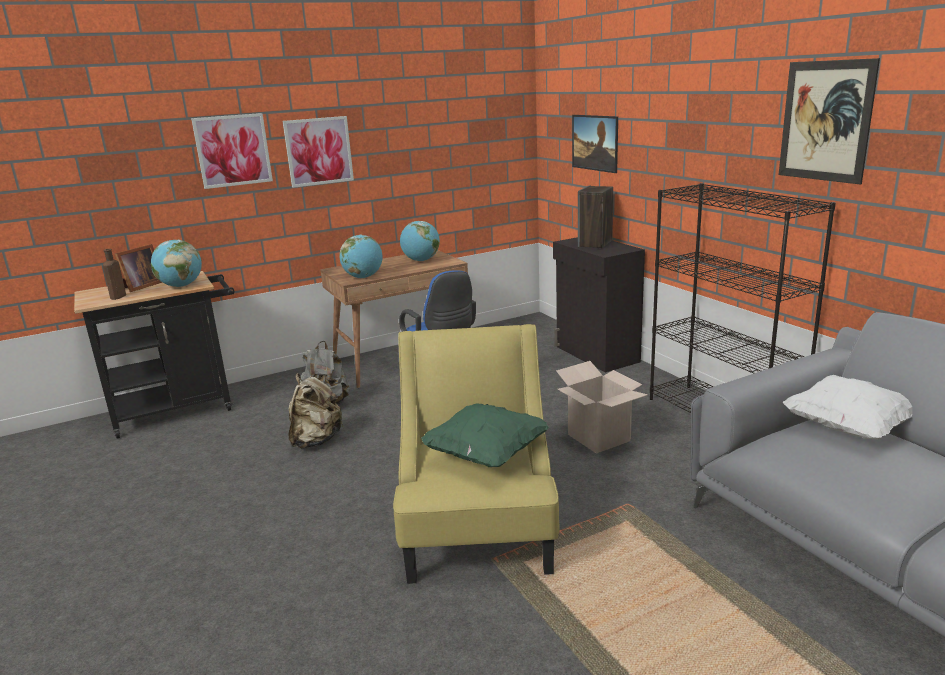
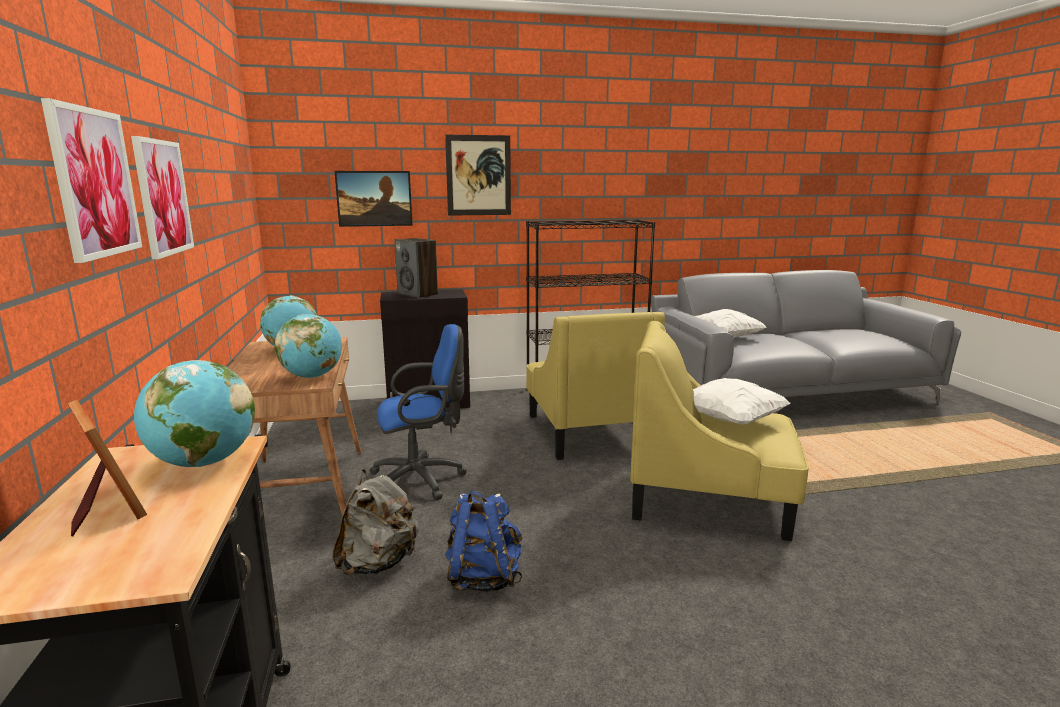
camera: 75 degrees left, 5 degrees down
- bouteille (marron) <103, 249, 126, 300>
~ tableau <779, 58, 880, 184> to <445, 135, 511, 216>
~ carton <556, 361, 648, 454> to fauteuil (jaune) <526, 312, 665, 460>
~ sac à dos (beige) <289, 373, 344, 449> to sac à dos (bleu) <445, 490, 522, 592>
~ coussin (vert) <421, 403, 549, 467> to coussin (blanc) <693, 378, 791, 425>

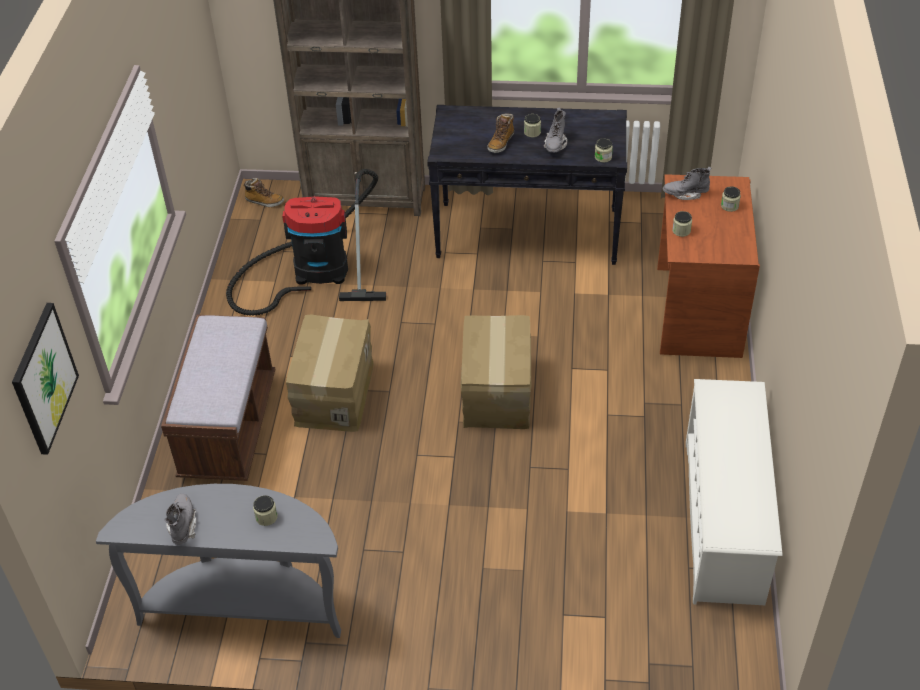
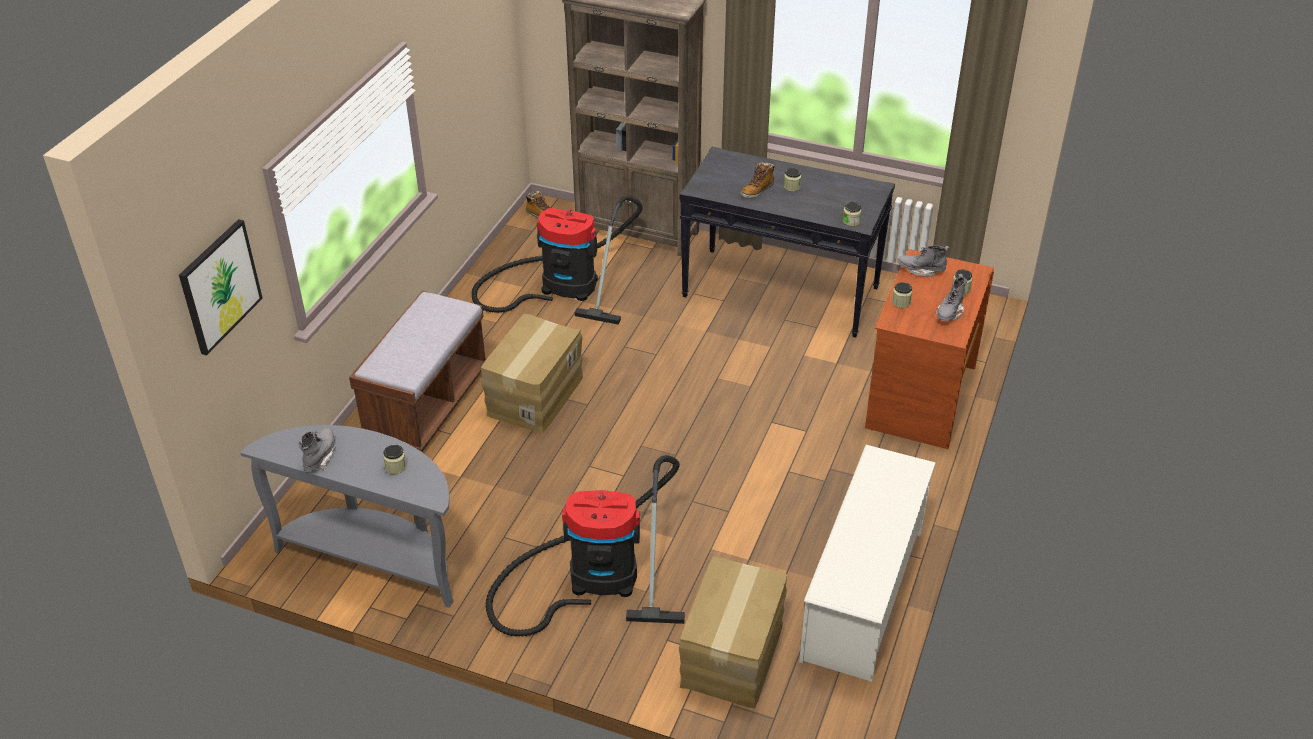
camera: 15 degrees right, 5 degrees down
+ aspirateur <485, 455, 685, 637>
~ carton <461, 315, 531, 429> to <679, 557, 787, 708>
~ botte (gris) <543, 108, 567, 152> to <935, 274, 967, 321>

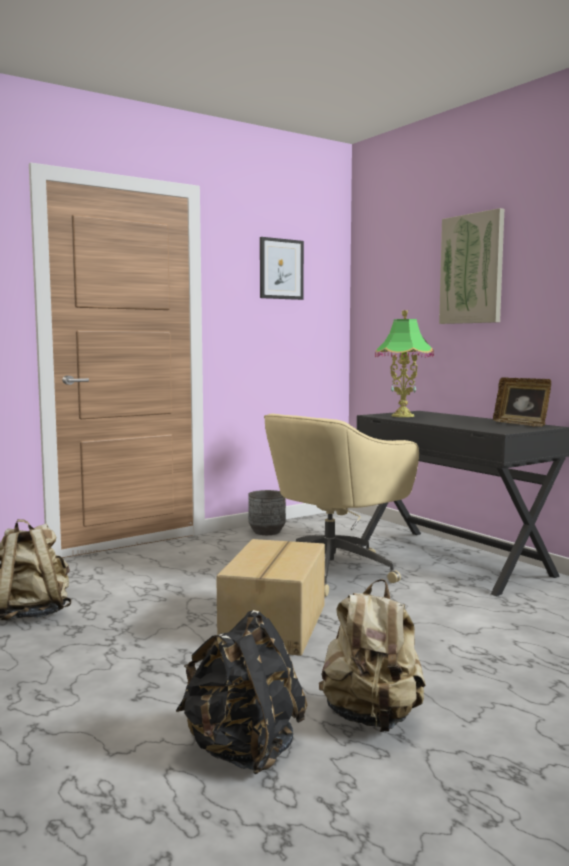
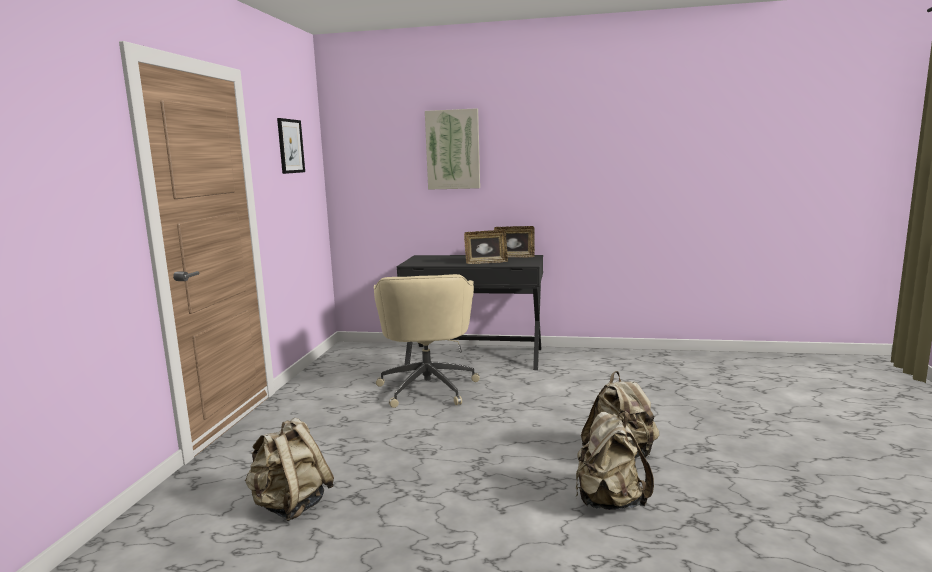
camera: 45 degrees left, 5 degrees up
- carton <216, 539, 325, 656>
- cache-pot (gris) <248, 490, 286, 535>
- lampe de table <375, 310, 434, 417>
+ cadre photo <464, 230, 508, 264>
~ sac à dos (noir) <176, 610, 307, 775> to sac à dos (beige) <576, 411, 654, 510>

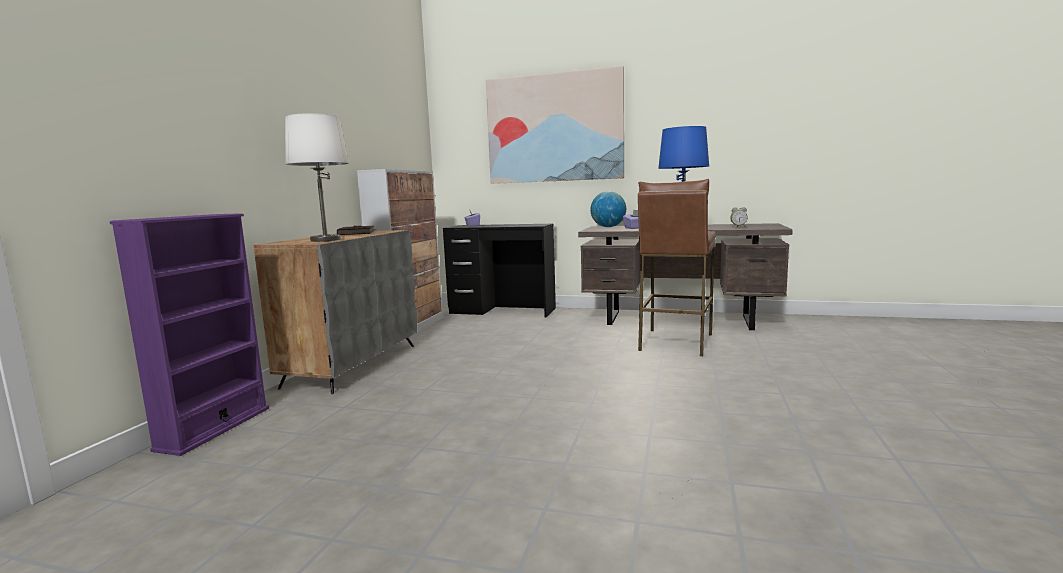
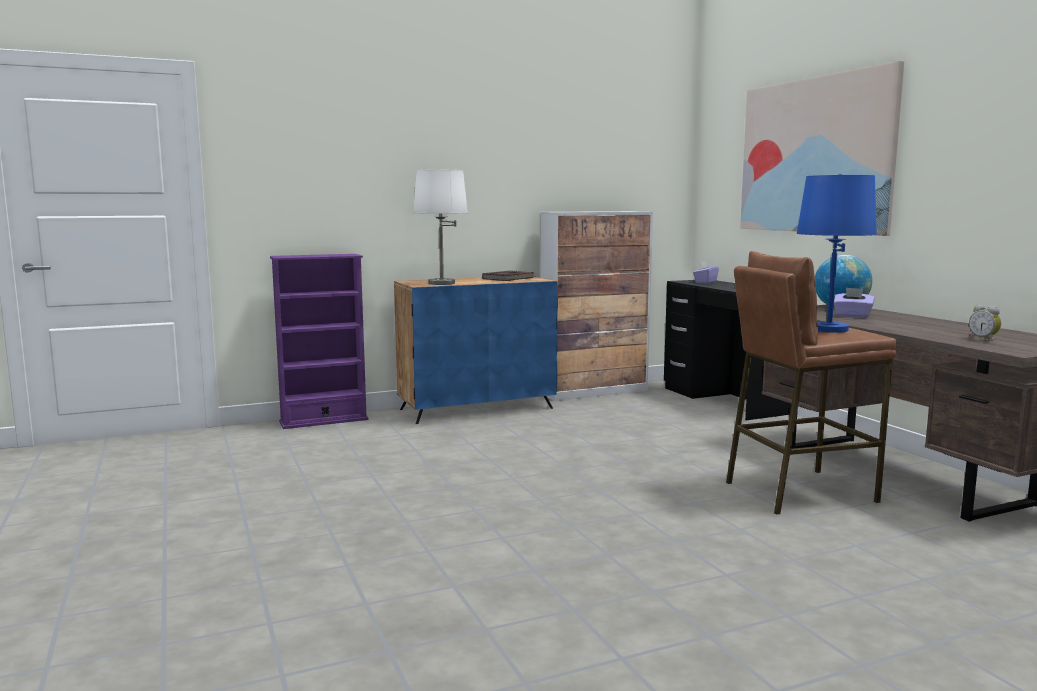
camera: 50 degrees right, 0 degrees up
~ meuble de rangement (gris) <254, 230, 417, 394> to meuble de rangement (bleu) <394, 277, 558, 424>

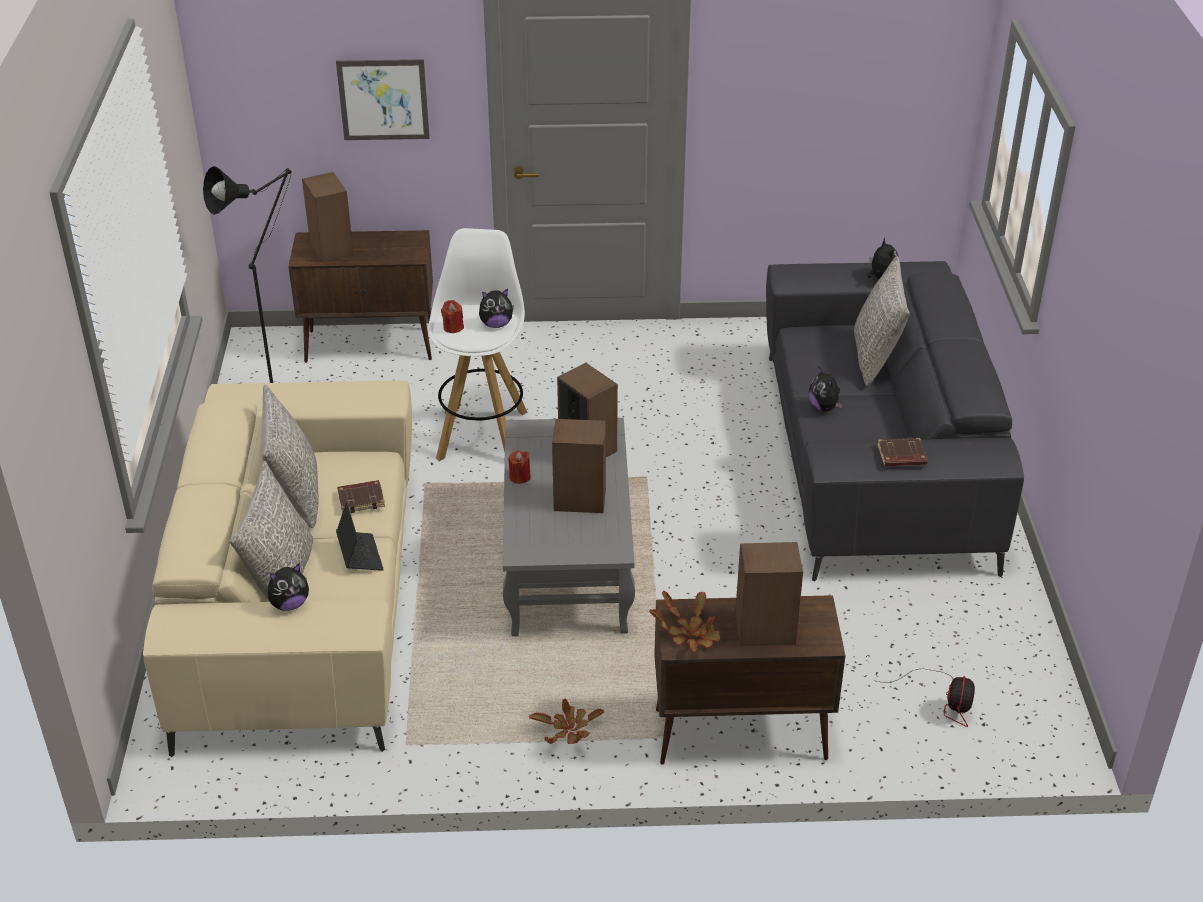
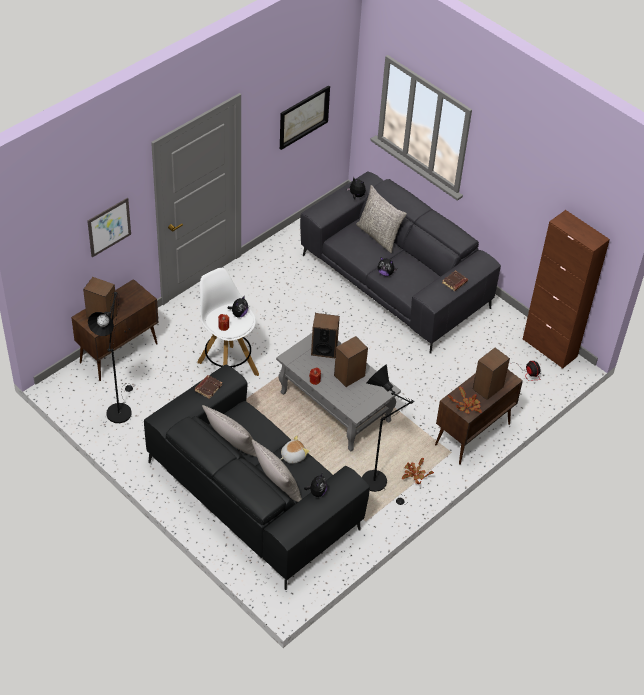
camera: 45 degrees left, 10 degrees up
+ tableau <280, 85, 330, 150>
+ lampadaire (noir) <362, 365, 414, 505>
+ meuble de rangement (marron) <522, 210, 610, 369>
~ livre (marron) <337, 480, 385, 513> to <195, 375, 222, 399>
~ ordinateur portable <336, 502, 384, 571> to peluche <280, 436, 309, 464>
~ canapé (beige) <143, 380, 412, 757> to canapé (noir) <144, 364, 370, 590>

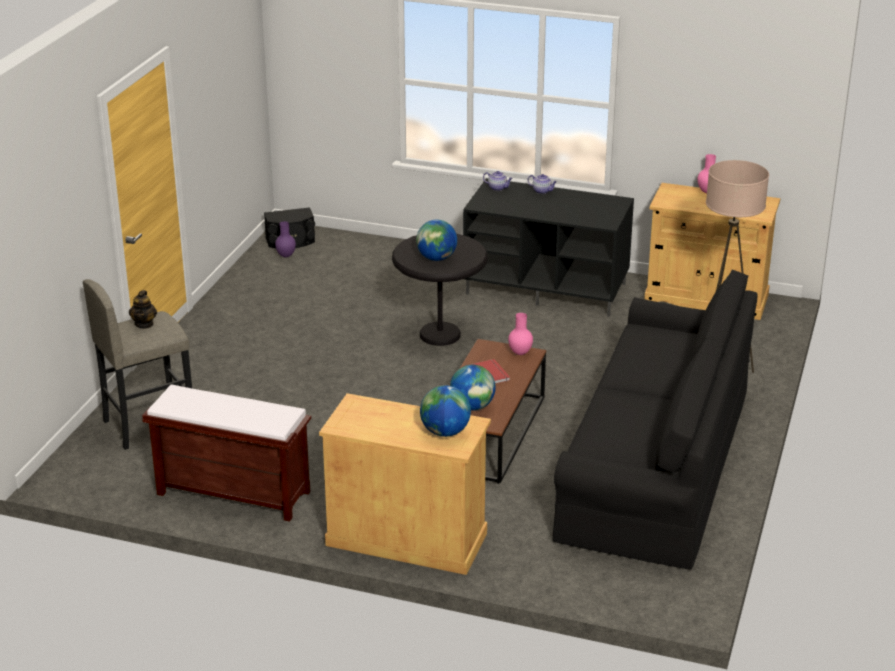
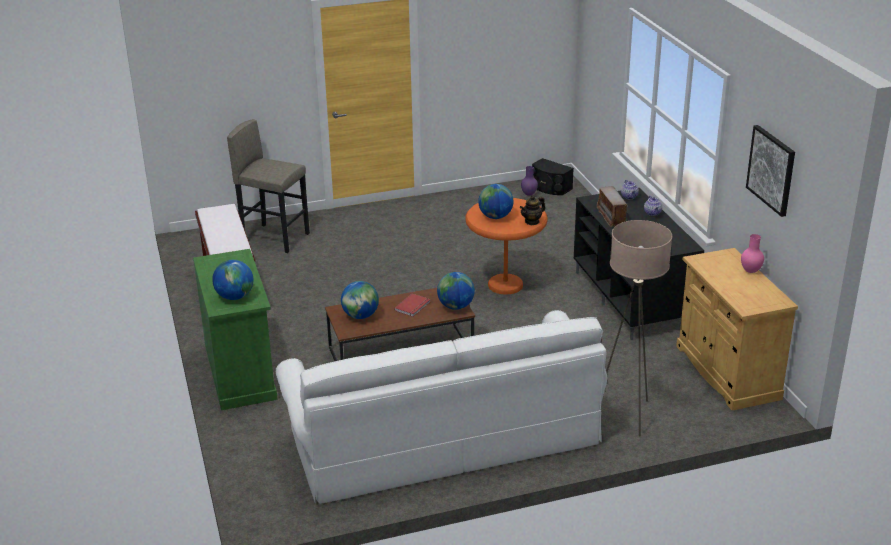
camera: 55 degrees right, 0 degrees up
+ radio <596, 186, 628, 227>
+ tableau <746, 125, 795, 217>
~ théière <129, 290, 157, 329> to <520, 195, 545, 225>
~ vase (rose) <508, 313, 533, 355> to globe <437, 272, 475, 310>
~ meuble de rangement (beige) <319, 393, 491, 575> to meuble de rangement (vert) <193, 249, 278, 410>
~ table d'appoint (noir) <392, 234, 488, 346> to table d'appoint (orange) <465, 198, 548, 295>
~ canapé (noir) <553, 269, 758, 570> to canapé (blanc) <276, 310, 607, 504>

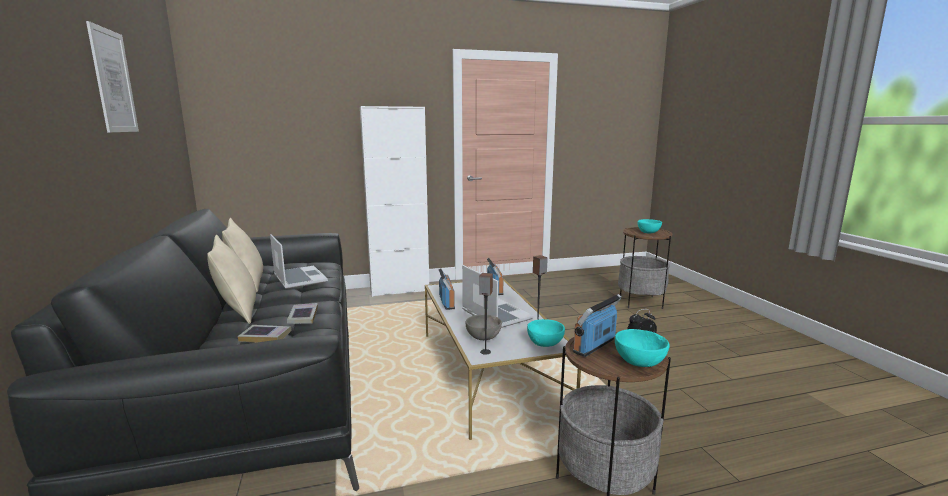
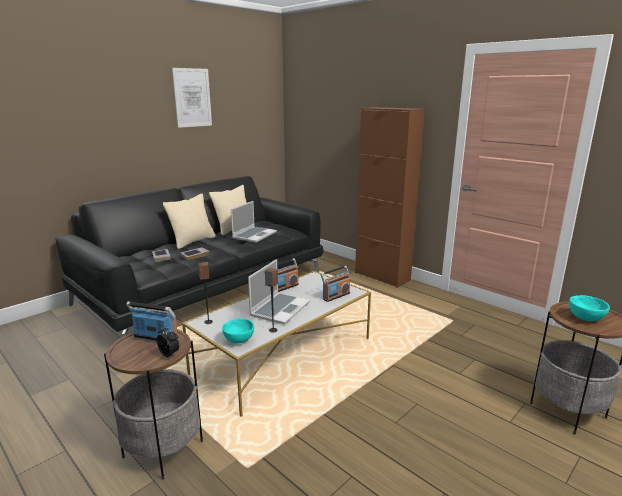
camera: 60 degrees right, 5 degrees up
- bol (gris) <466, 315, 502, 340>
- bol (turquoise) <615, 329, 670, 367>
~ meuble de rangement (blanc) <360, 106, 429, 297> to meuble de rangement (marron) <355, 107, 425, 288>

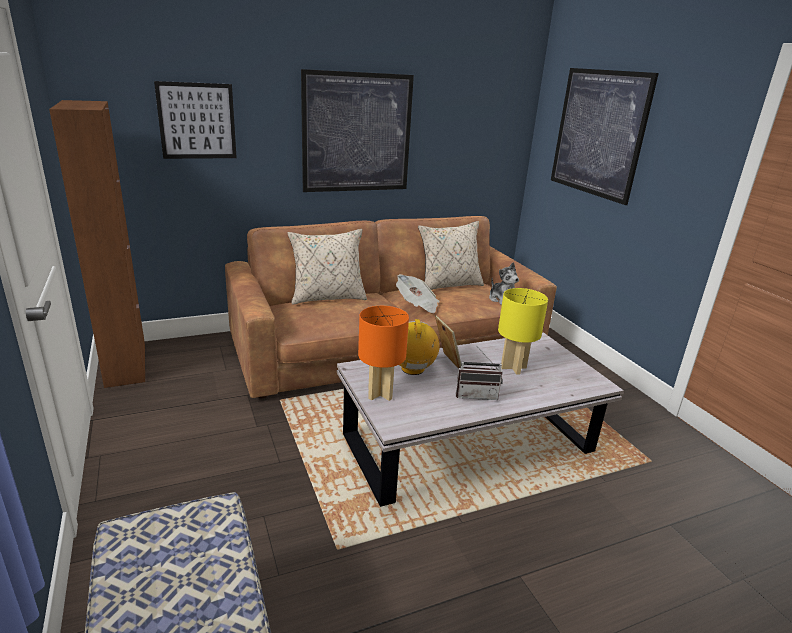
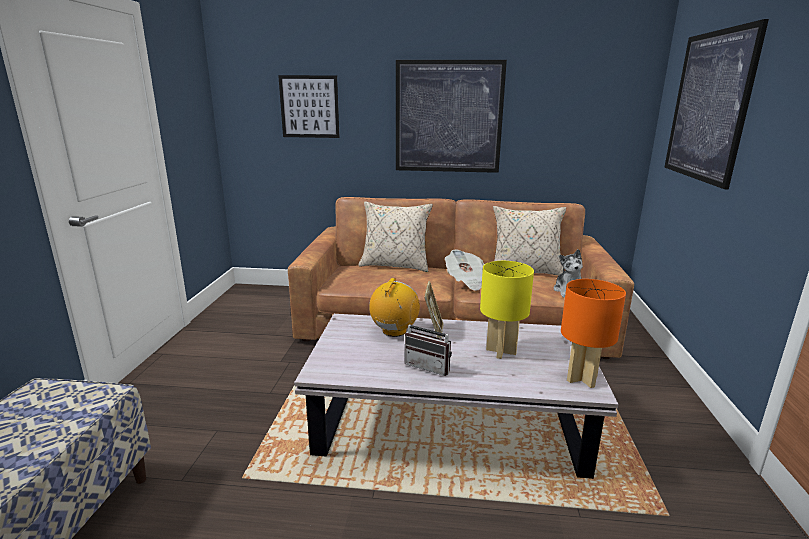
camera: 30 degrees right, 5 degrees down
- meuble de rangement (marron) <49, 100, 145, 388>
~ lampe de table (orange) <358, 306, 409, 401> to <561, 279, 626, 388>

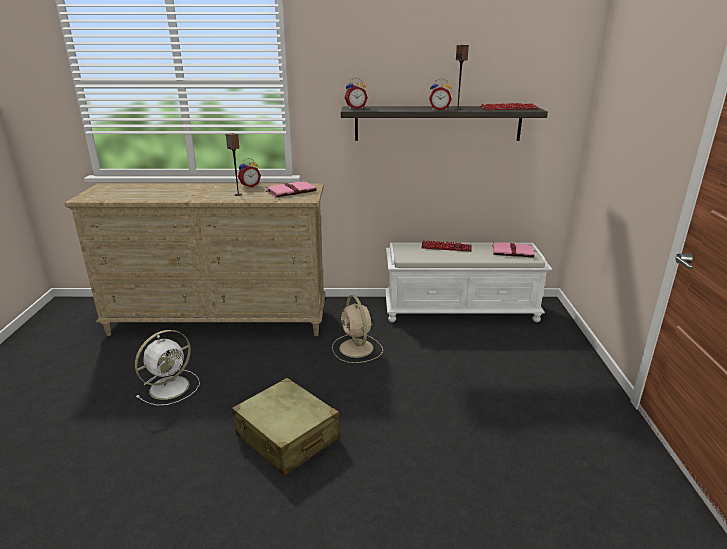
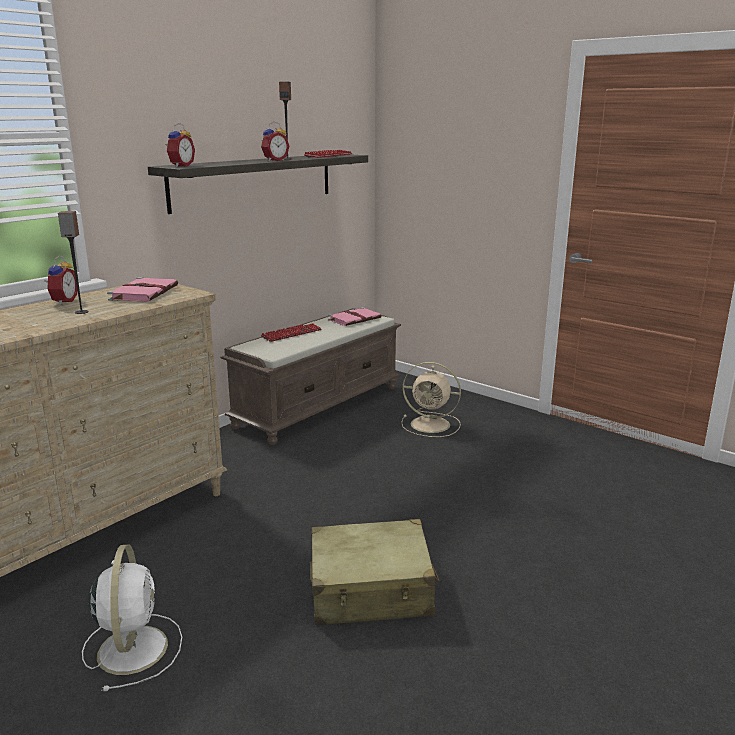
camera: 50 degrees left, 5 degrees down
~ ventilateur (beige) <332, 295, 383, 363> to <401, 362, 461, 437>
~ banc (blanc) <385, 243, 552, 322> to banc (marron) <220, 308, 401, 445>

